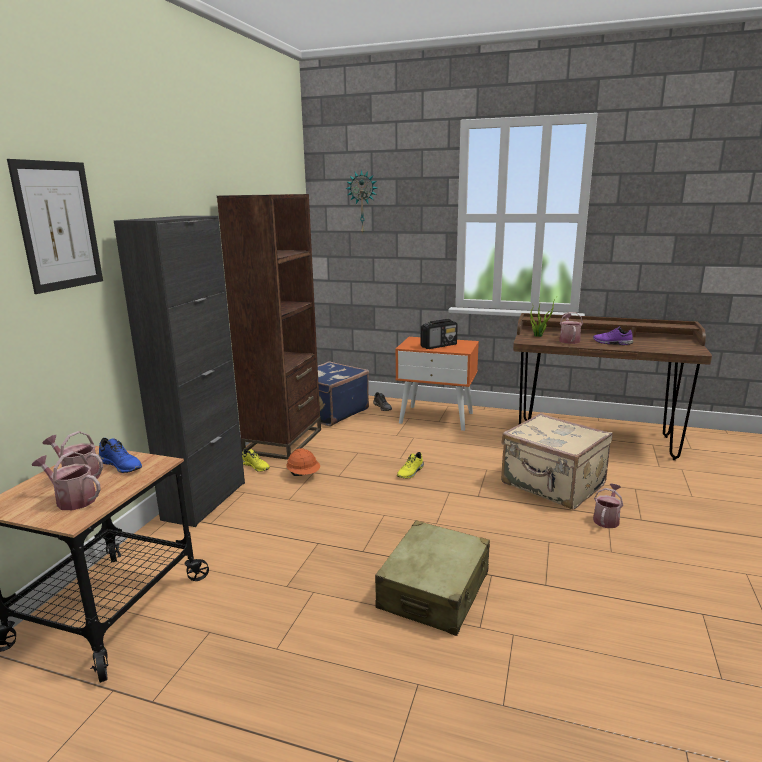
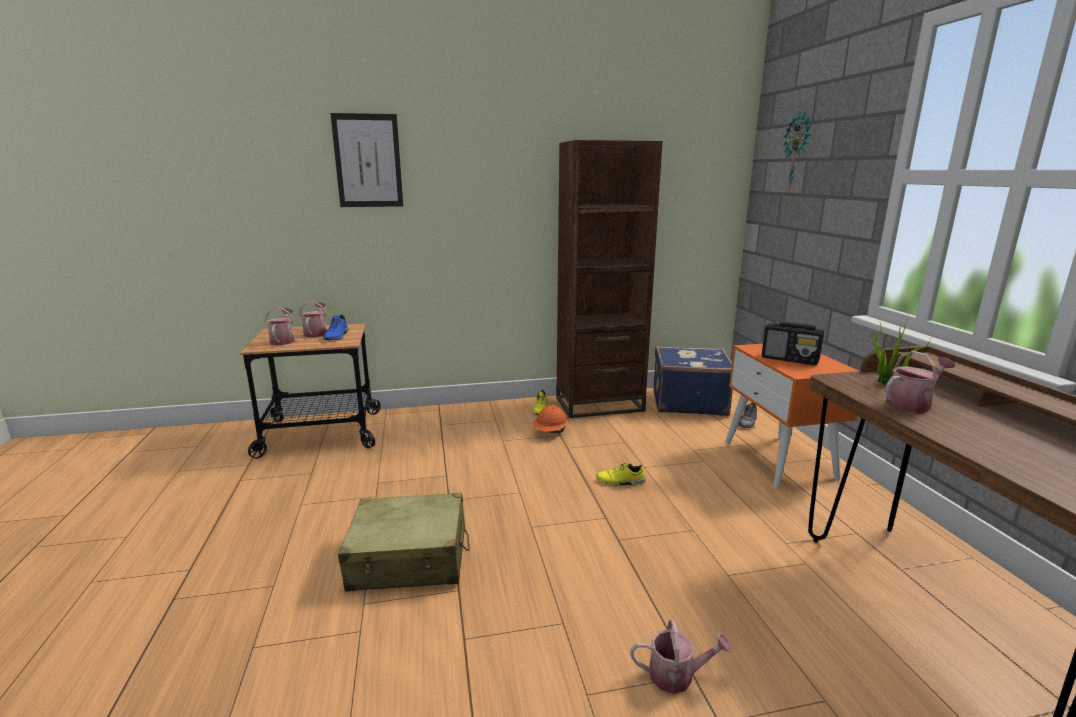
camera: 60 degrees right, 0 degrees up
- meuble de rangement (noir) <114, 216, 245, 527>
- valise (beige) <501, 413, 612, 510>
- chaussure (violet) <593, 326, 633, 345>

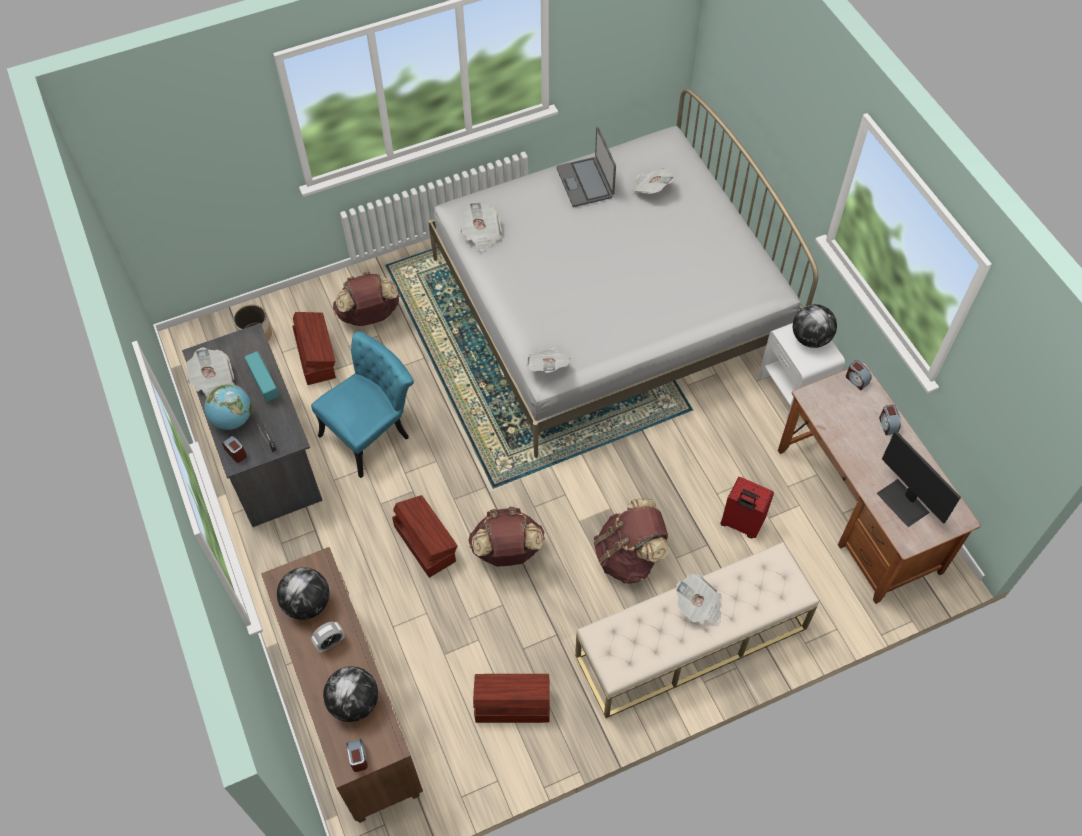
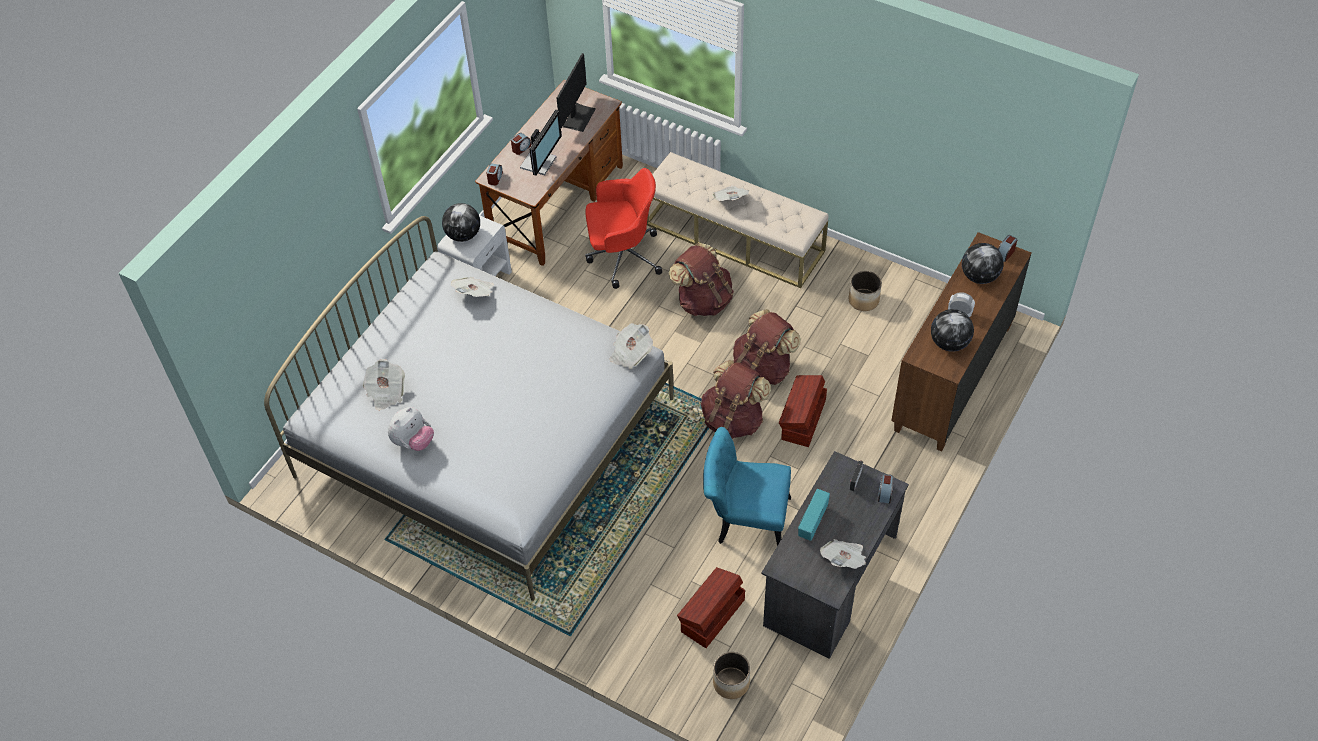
camera: 125 degrees left, 5 degrees down
- globe <204, 384, 252, 430>
+ écran d'ordinateur <520, 109, 562, 176>
~ sac à dos (marron) <333, 272, 400, 326> to <701, 360, 771, 439>
~ journal <460, 201, 502, 252> to <451, 277, 494, 297>
~ boîte de rangement (marron) <473, 674, 550, 723> to cache-pot <849, 271, 882, 311>
~ ordinateur portable <556, 127, 616, 207> to peluche <388, 407, 434, 451>
~ valise (rouge) <721, 477, 774, 538> to chaise de bureau (rouge) <585, 168, 662, 289>

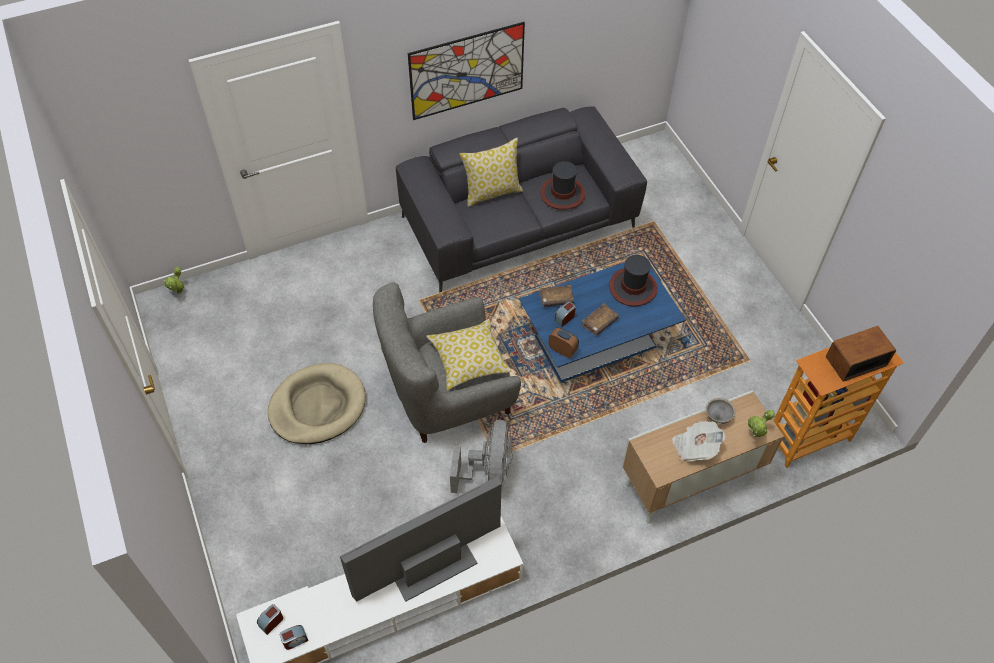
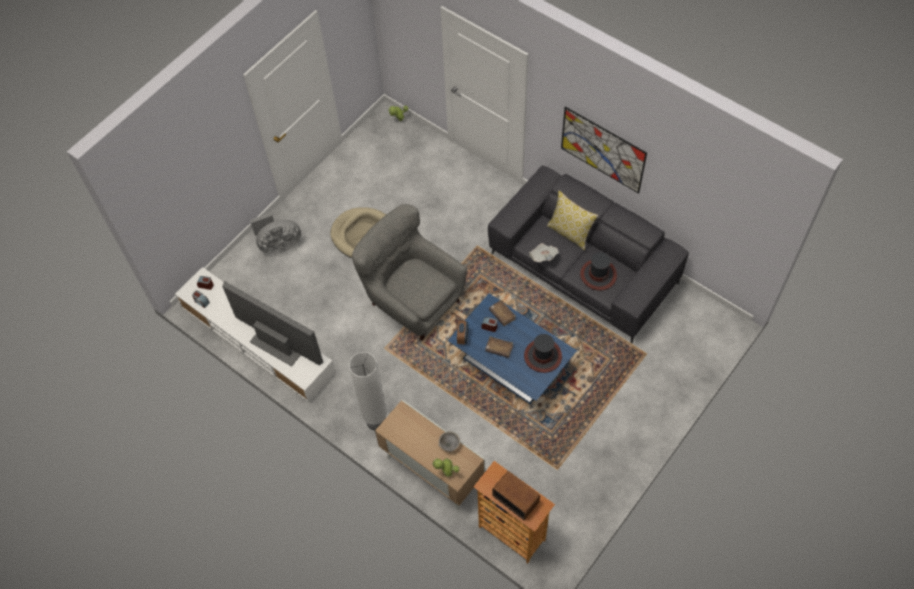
camera: 65 degrees right, 5 degrees up
- coussin <426, 319, 511, 390>
+ lampadaire (blanc) <349, 352, 387, 430>
~ ventilateur (gris) <450, 420, 513, 493> to <250, 212, 301, 254>
~ journal <672, 421, 725, 461> to <529, 243, 559, 262>

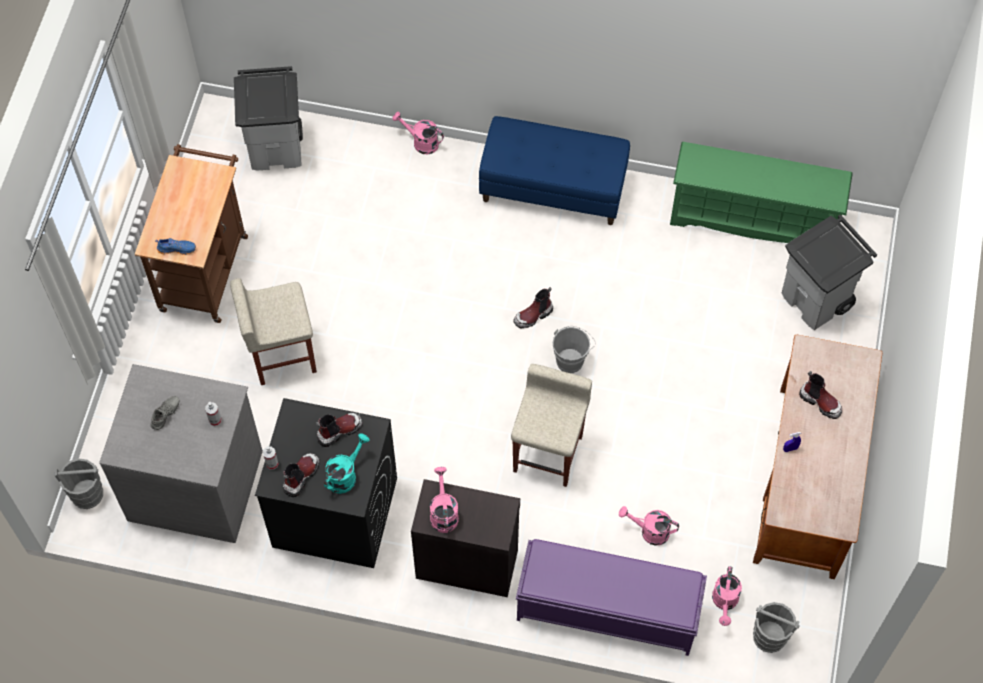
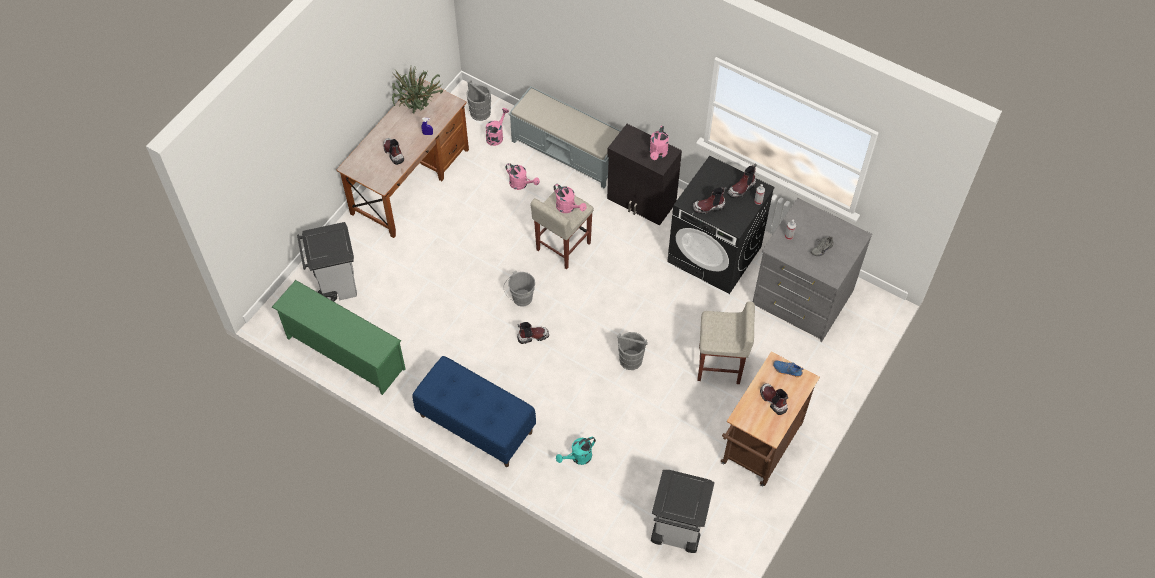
camera: 160 degrees left, 5 degrees down
+ plante en pot <392, 64, 443, 114>
+ botte <760, 383, 788, 415>
~ seau (gris) <54, 458, 103, 509> to <617, 332, 648, 370>
~ arrosoir (turquoise) <324, 433, 370, 494> to <556, 437, 596, 465>
~ arrosoir (rose) <392, 112, 444, 154> to <554, 184, 587, 213>
~ banc (violet) <516, 539, 707, 656> to banc (gris) <509, 86, 621, 188>

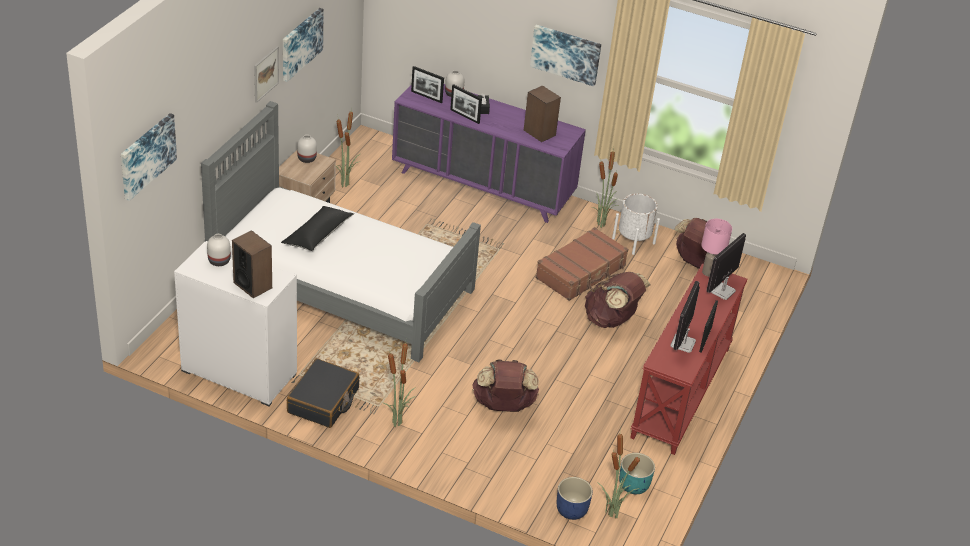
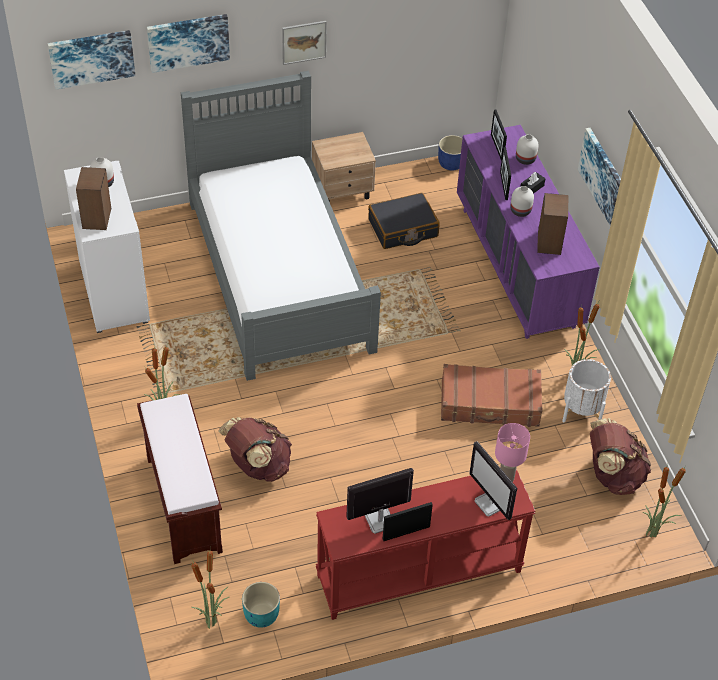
camera: 50 degrees right, 10 degrees up
- coussin (noir) <281, 206, 354, 251>
- sac à dos (marron) <585, 272, 651, 328>
+ banc (marron) <137, 394, 223, 564>
~ tableau <283, 8, 324, 82> to <147, 14, 230, 73>
~ valise (noir) <287, 358, 359, 428> to <368, 193, 440, 249>
~ vase (blanc) <297, 135, 317, 163> to <510, 186, 534, 217>
~ plante en pot <336, 108, 360, 187> to <643, 463, 686, 537>
~ cache-pot (bleu) <557, 477, 593, 520> to <438, 135, 463, 170>
~ écran d'ordinateur <706, 233, 746, 300> = <469, 442, 517, 520> 120 degrees counterclockwise

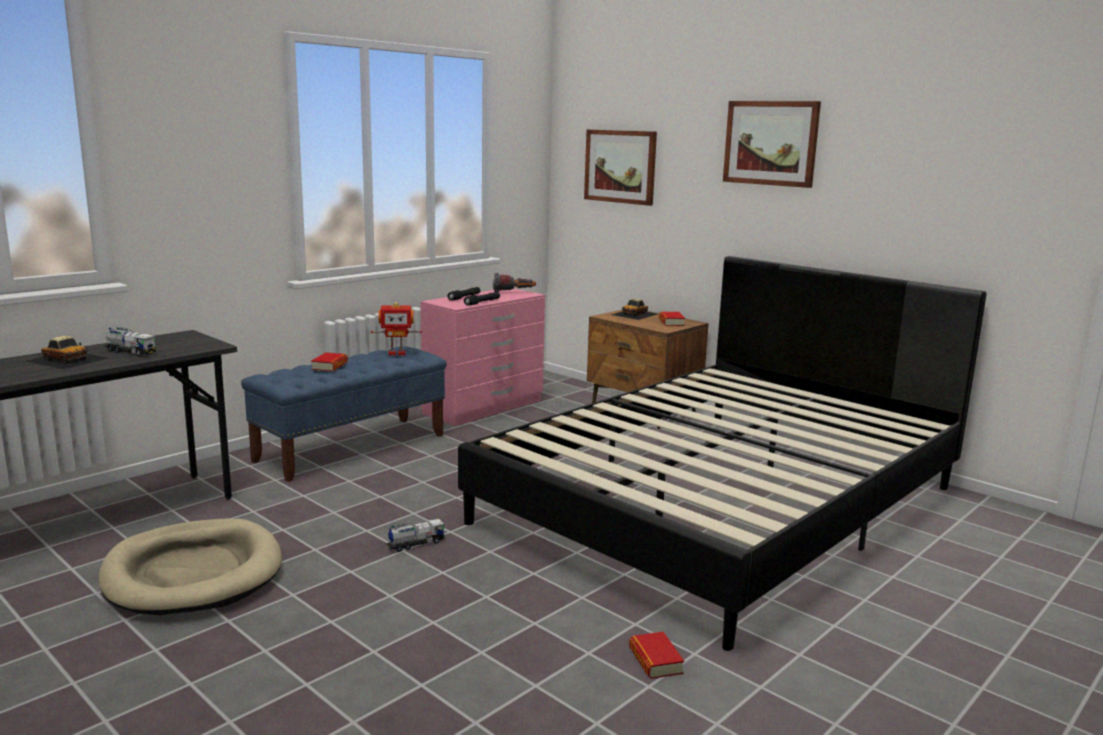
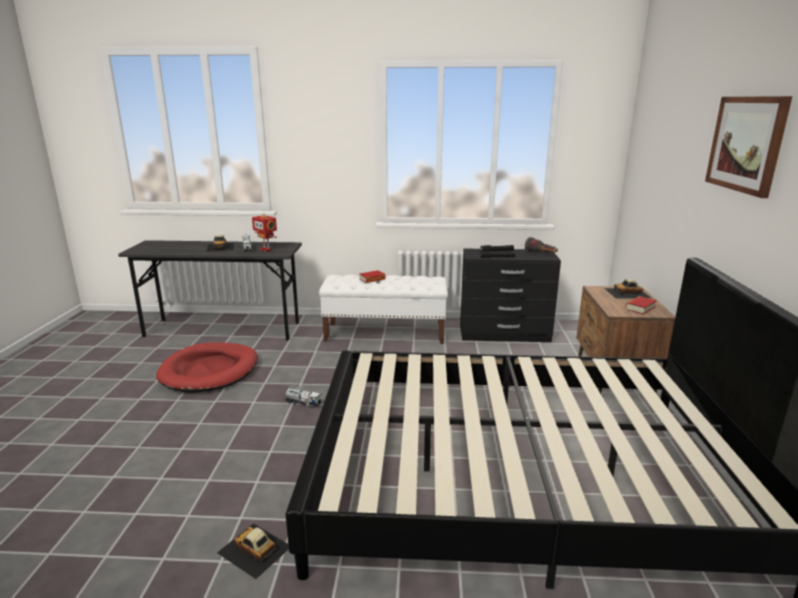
camera: 50 degrees right, 5 degrees up
- tableau <584, 130, 657, 206>
~ robot jouet <371, 302, 422, 356> to <252, 214, 277, 252>
~ livre <629, 632, 684, 679> to petite voiture <217, 523, 289, 579>
~ panier pour chien (beige) <99, 519, 282, 615> to panier pour chien (rouge) <156, 343, 258, 393>
~ banc (bleu) <241, 346, 447, 482> to banc (blanc) <319, 275, 448, 344>
~ commode (rose) <420, 289, 545, 426> to commode (noir) <460, 249, 561, 342>

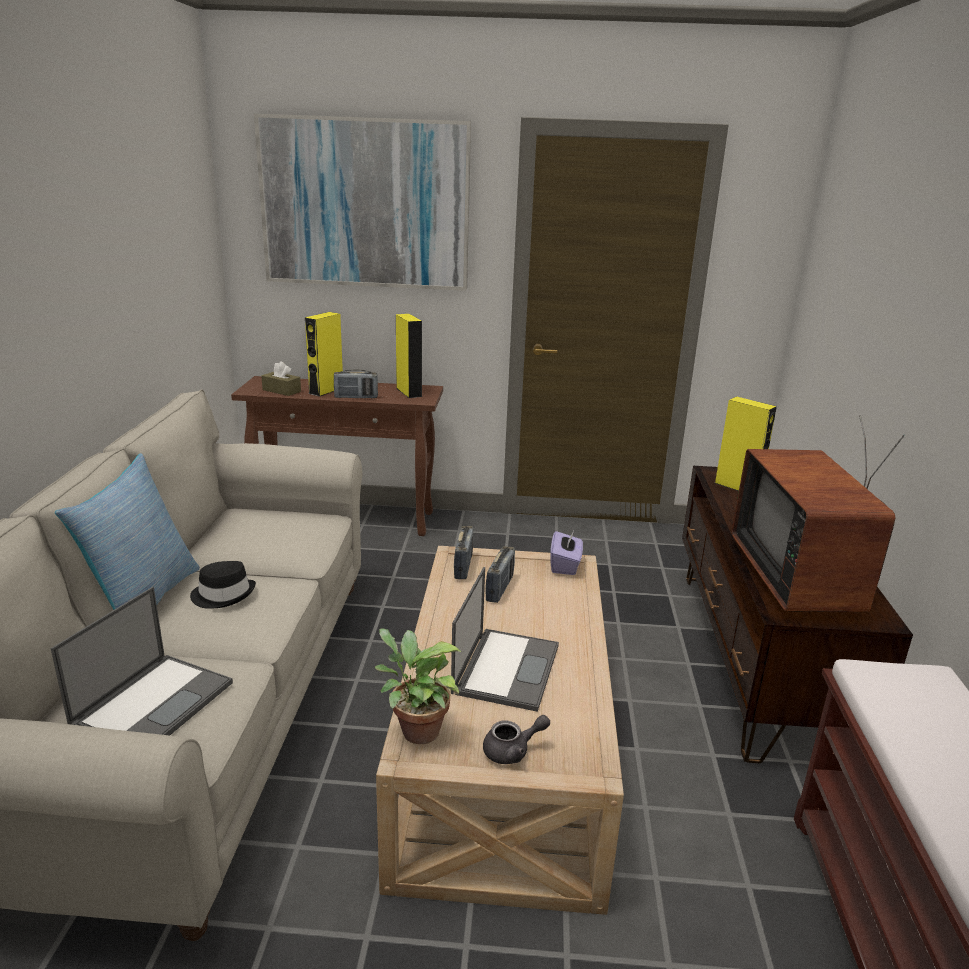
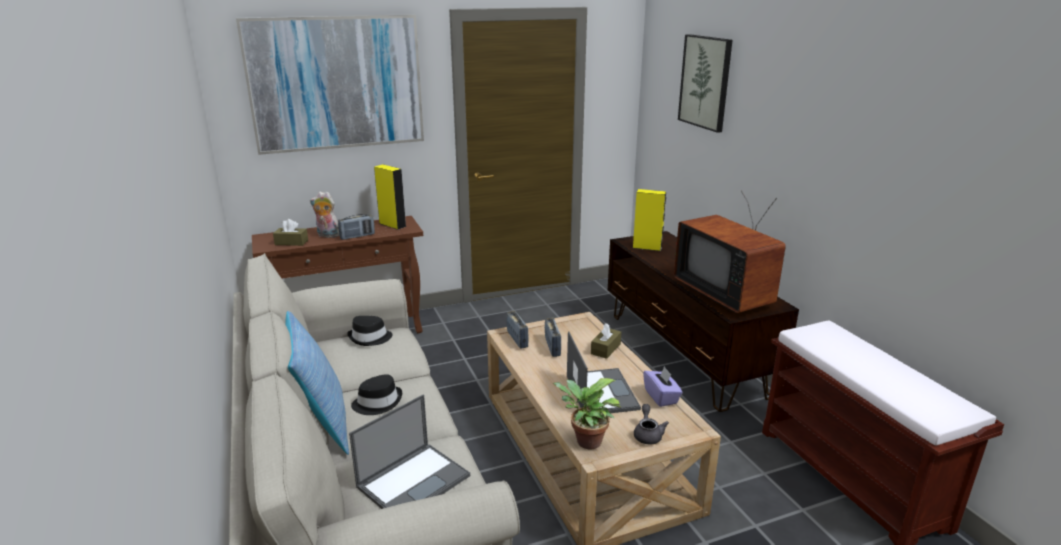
camera: 25 degrees left, 0 degrees up
+ chapeau (noir) <347, 316, 393, 346>
+ boîte à mouchoirs (marron) <591, 323, 621, 359>
+ tableau <678, 34, 733, 133>
~ boîte à mouchoirs (violet) <550, 531, 583, 575> to <643, 366, 683, 407>
~ enceinte (jaune) <305, 312, 343, 397> to peluche <310, 192, 340, 238>
~ ordinateur portable <51, 587, 233, 735> = <349, 394, 470, 509> 45 degrees clockwise
~ théière (gris) <483, 715, 550, 764> = <634, 404, 669, 445> 45 degrees counterclockwise

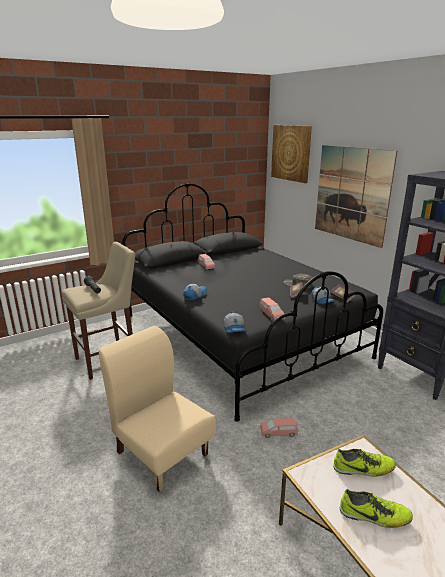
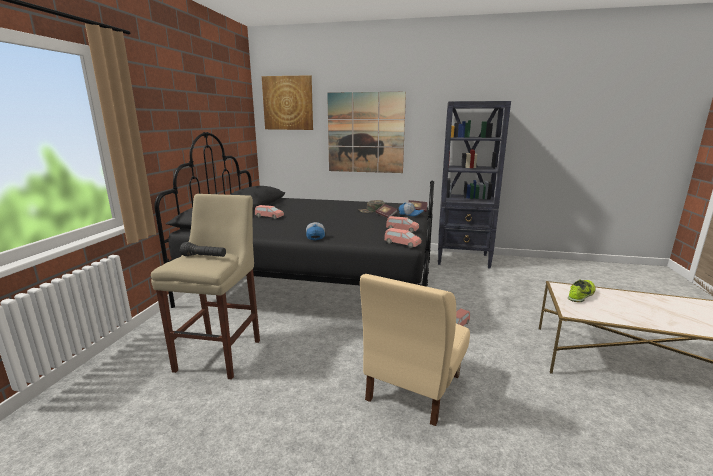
camera: 45 degrees left, 5 degrees down
- chaussure <340, 489, 413, 528>
~ casquette <224, 311, 245, 333> to petite voiture (rose) <384, 228, 422, 248>
~ chaise (beige) <99, 326, 216, 492> = <360, 274, 470, 426> 60 degrees counterclockwise

